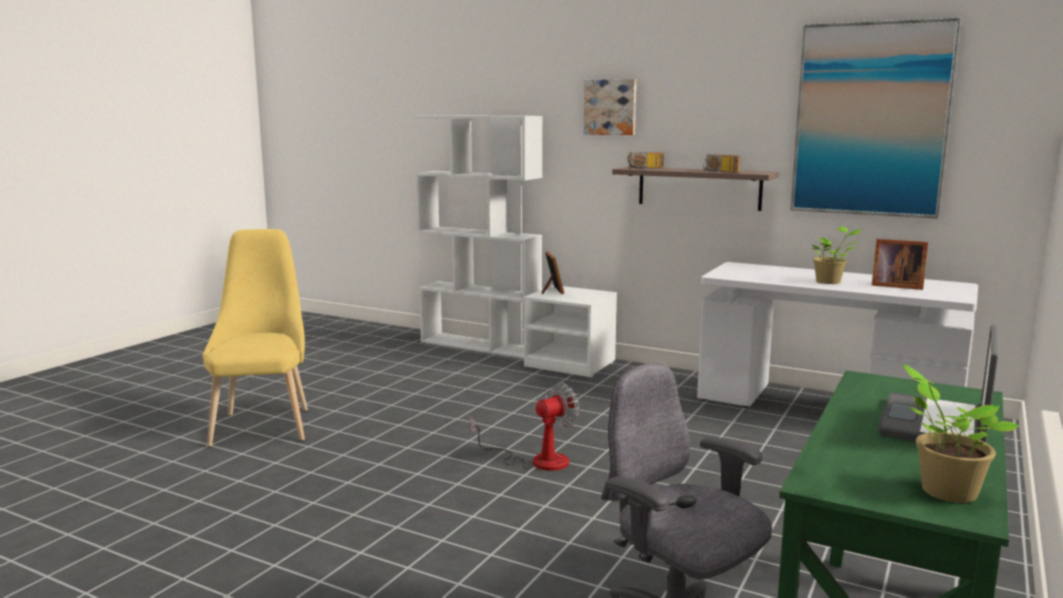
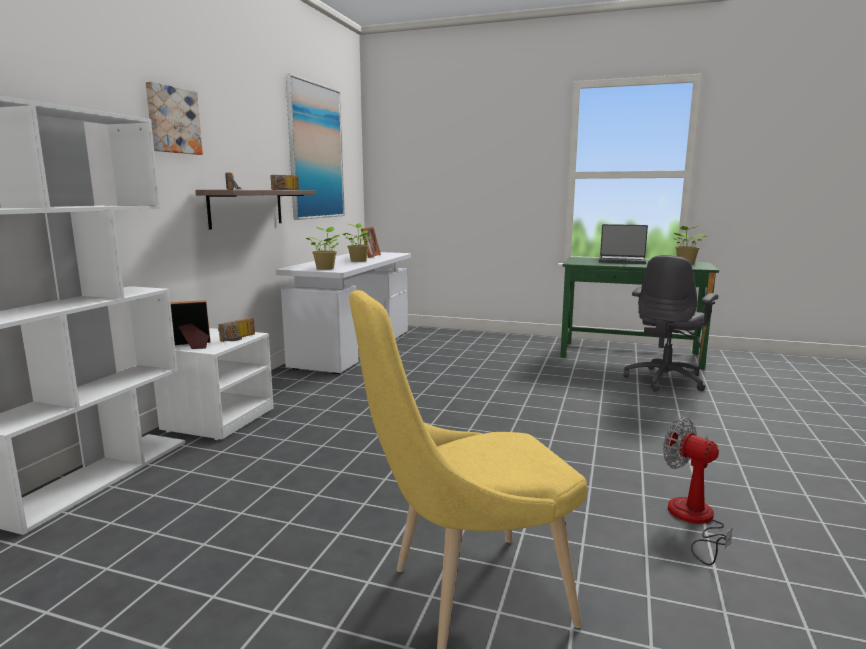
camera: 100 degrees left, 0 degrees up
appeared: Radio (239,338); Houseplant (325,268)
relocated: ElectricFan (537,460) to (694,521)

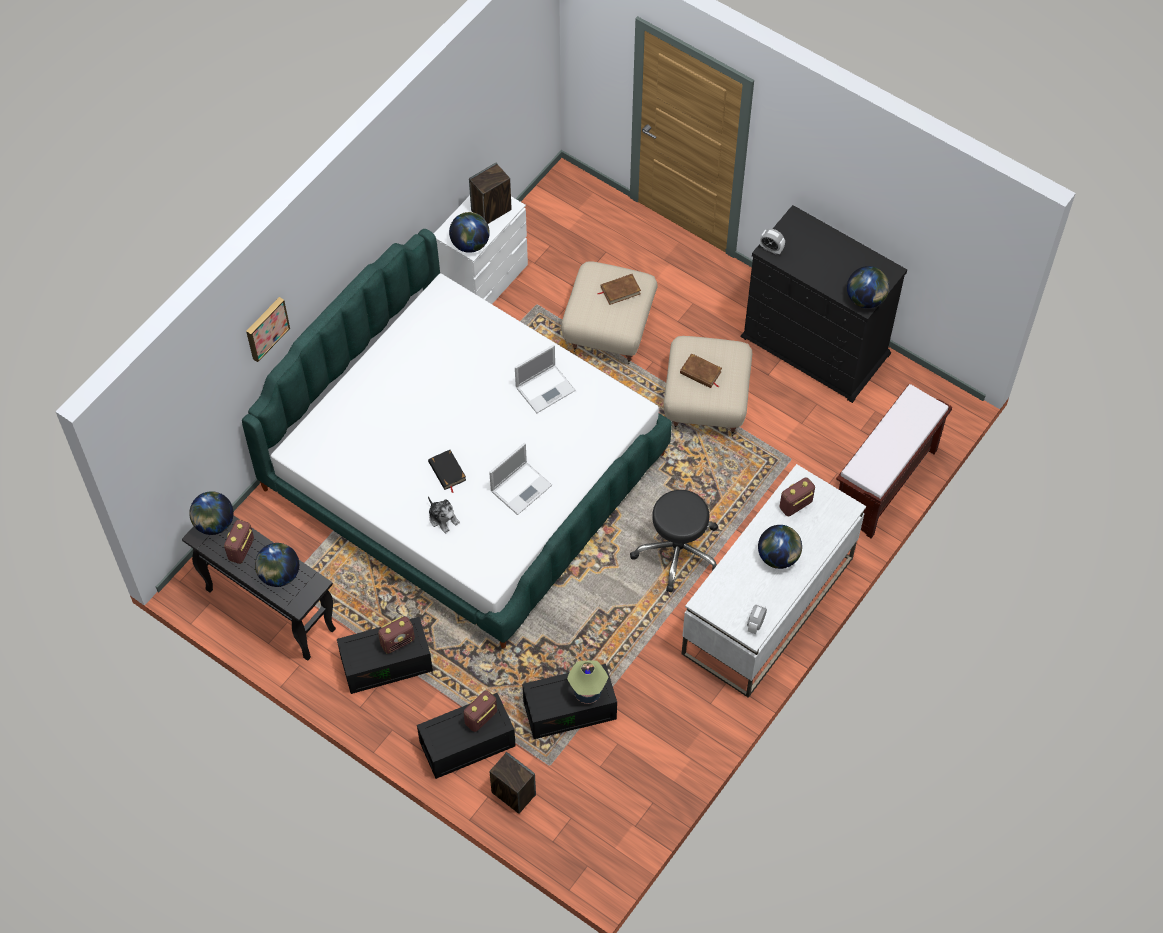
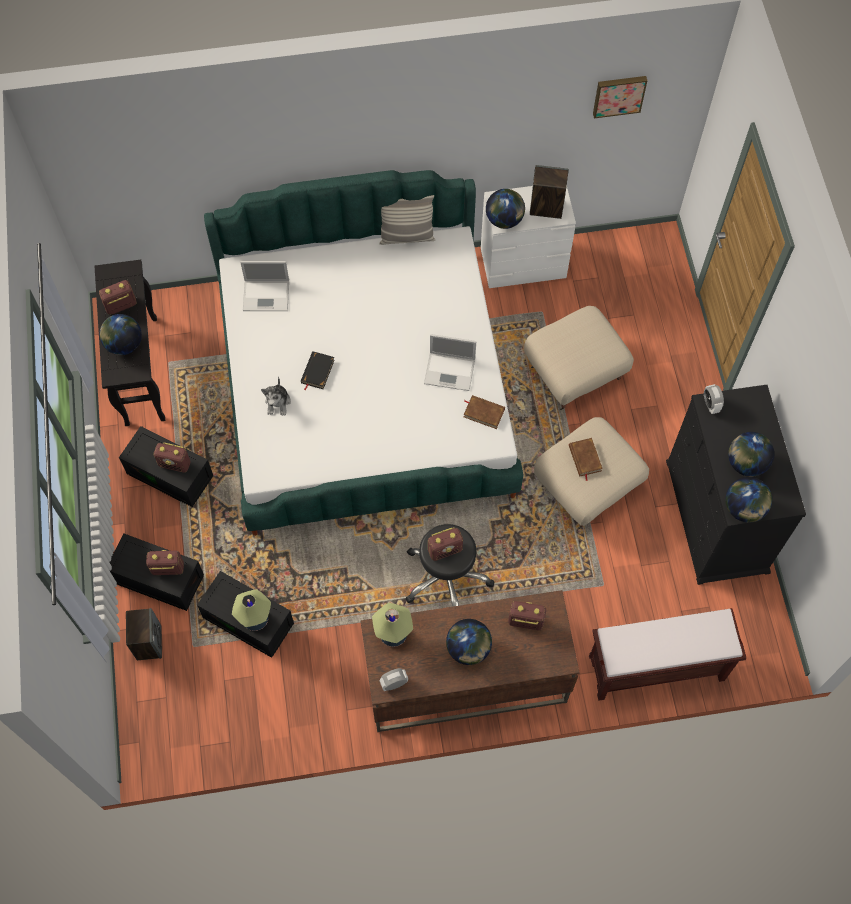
camera: 45 degrees right, 5 degrees up
appeared: TableLamp (393,634); Pillow (407,237); Radio (445,550)
relocated: WorldGlobe (214,523) to (746,463); Picture (266,328) to (619,95); Laptop (522,487) to (267,295); BrownColouredVolume (620,290) to (484,413)
colour: WhiteColouredDesk (767,607) to BrownColouredDesk (464,678)

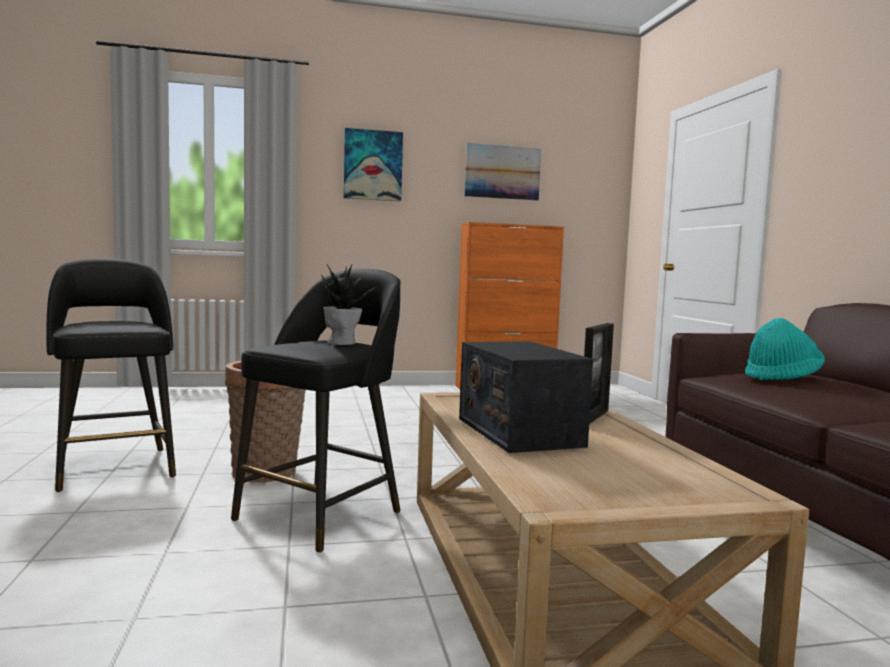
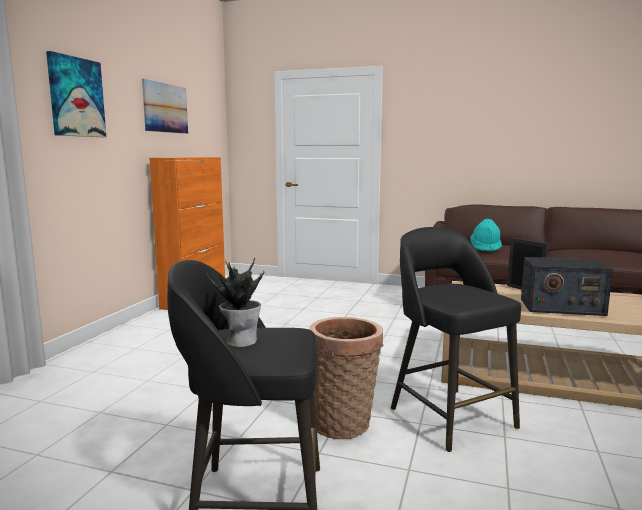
camera: 60 degrees left, 5 degrees up
relocated: Houseplant (342,343) to (241,340)

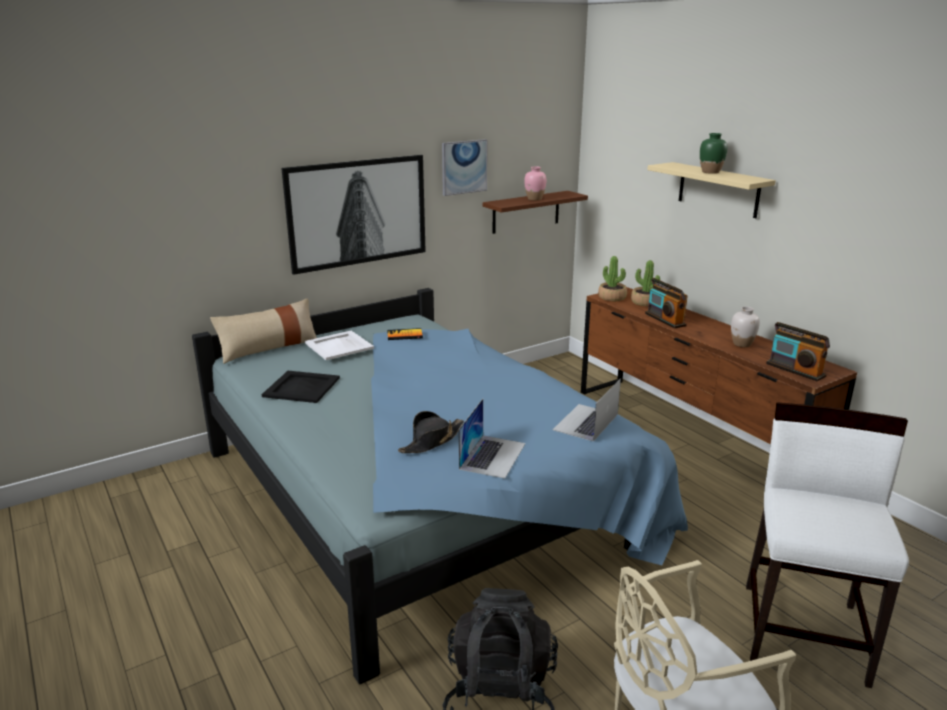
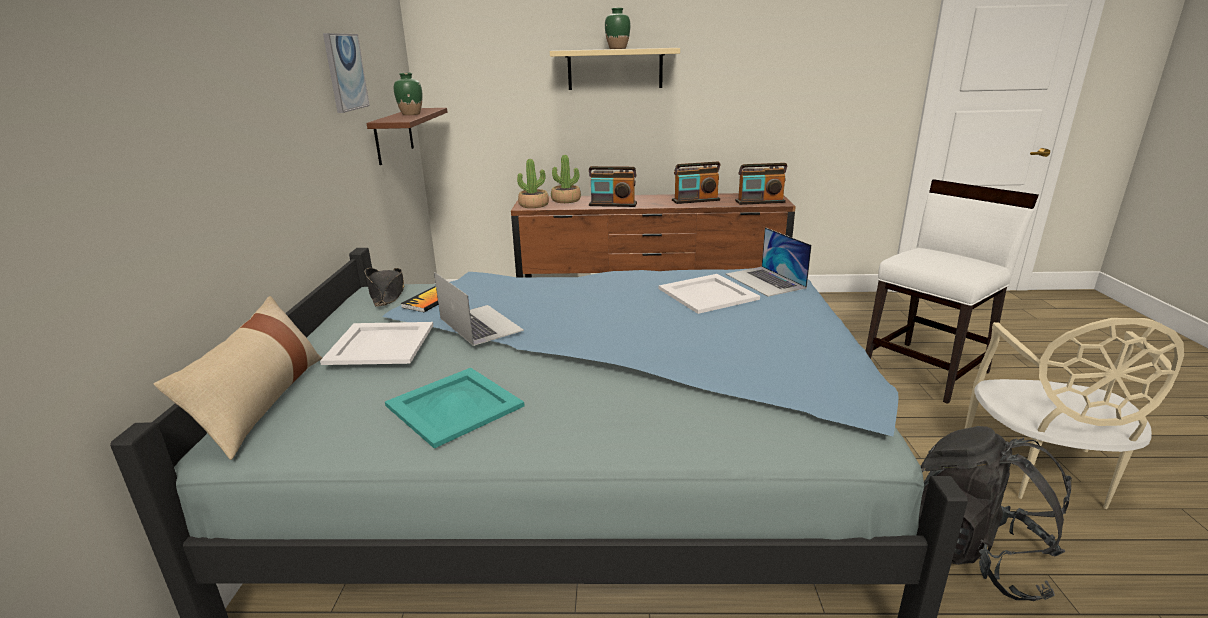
camera: 55 degrees left, 0 degrees up
missing: Picture (358,212)
appeared: WhiteColouredCarryingTray (708,293)
relocated: BlackColouredHat (431,441) to (387,294); Laptop (493,456) to (480,324)
exchanged: WhiteColouredDecorativeVase (742,344) to Radio (695,200)
colour: BlackColouredCarryingTray (301,387) to TurquoiseCarryingTray (454,406); PinkishDecorativeVase (534,199) to GreenColouredDecorativeVase (411,114)
spun: WhiteColouredPlainChair (804,631) = (927,370) 90 degrees clockwise

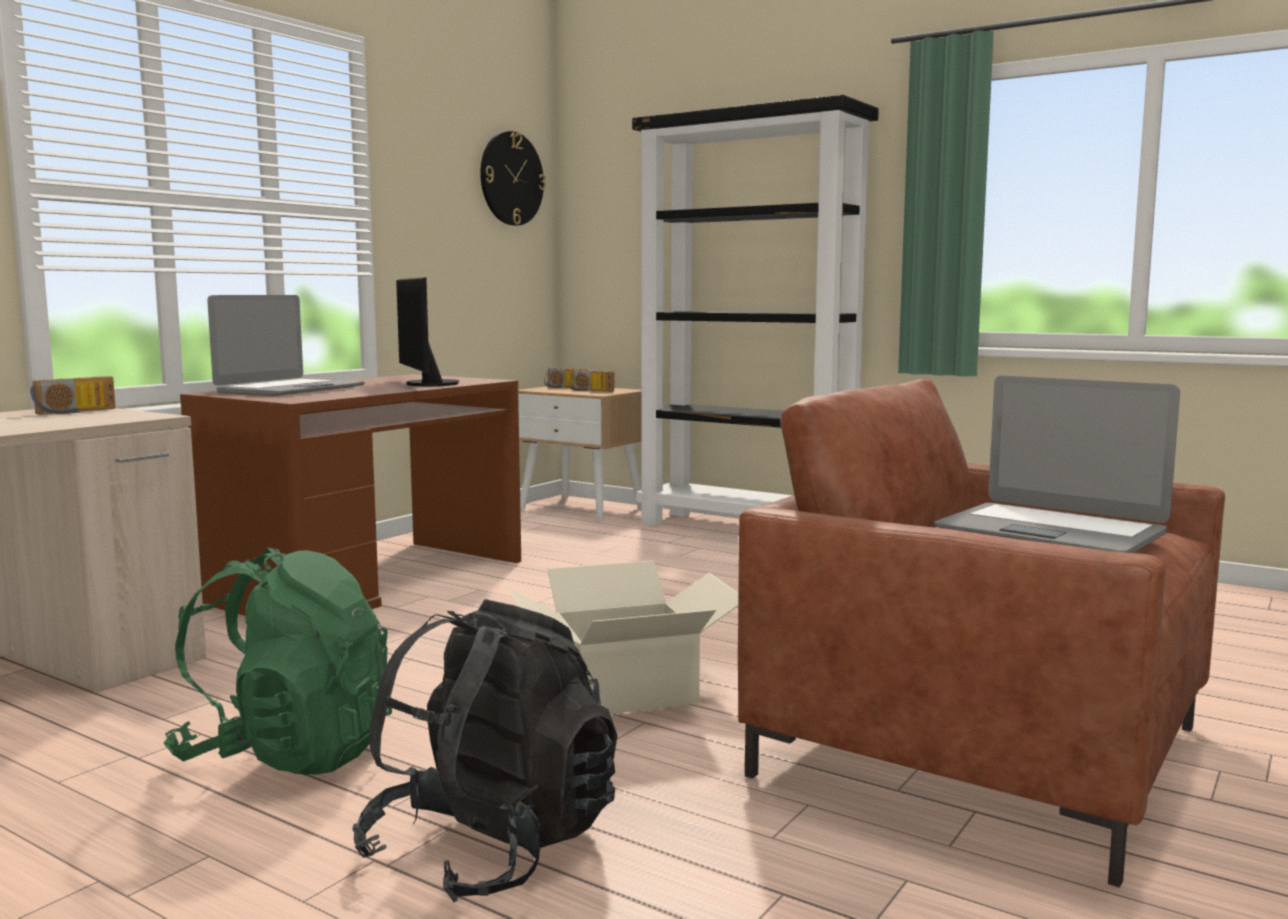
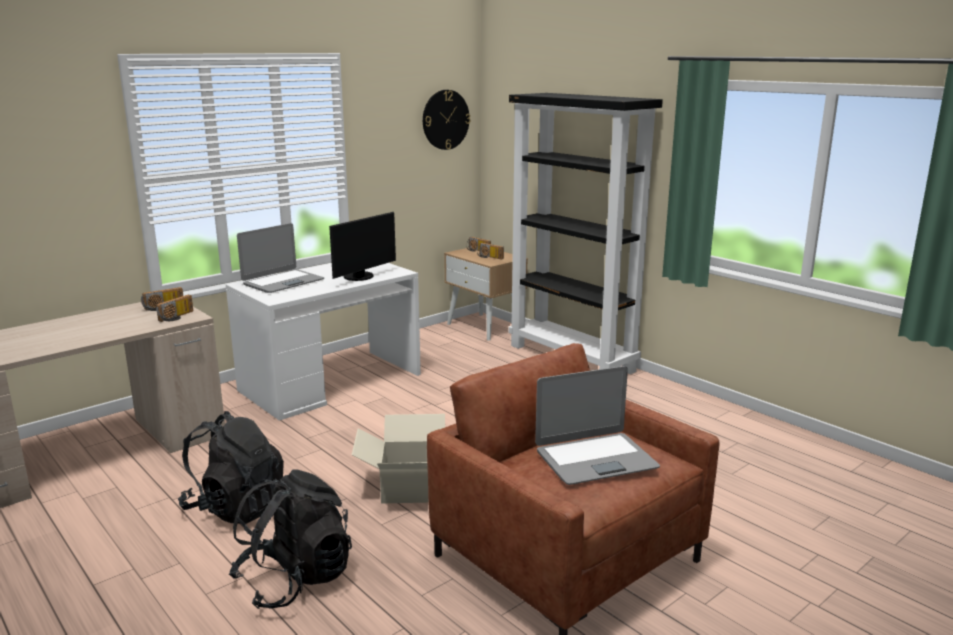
camera: 15 degrees right, 10 degrees up
appeared: Radio (177,317)
colour: GreenColouredKnapsack (288,754) to BlackColouredKnapsack (235,507); BrownColouredDesk (369,580) to WhiteColouredDesk (331,382)
spun: ComputerDisplay (426,384) = (361,277) 135 degrees counterclockwise; Laptop (1051,532) = (595,459) 75 degrees counterclockwise

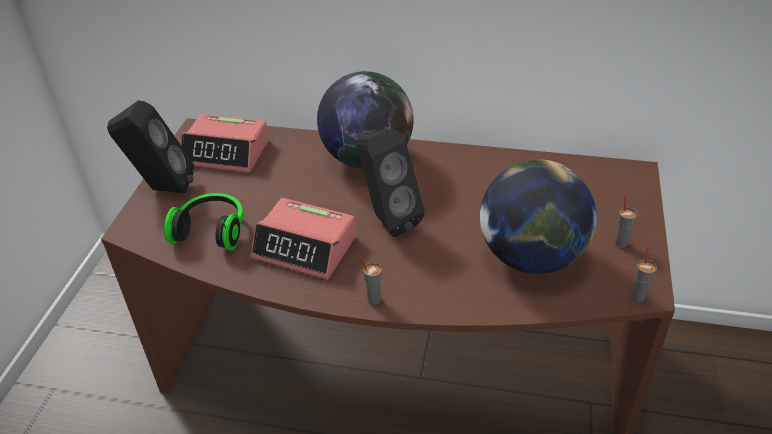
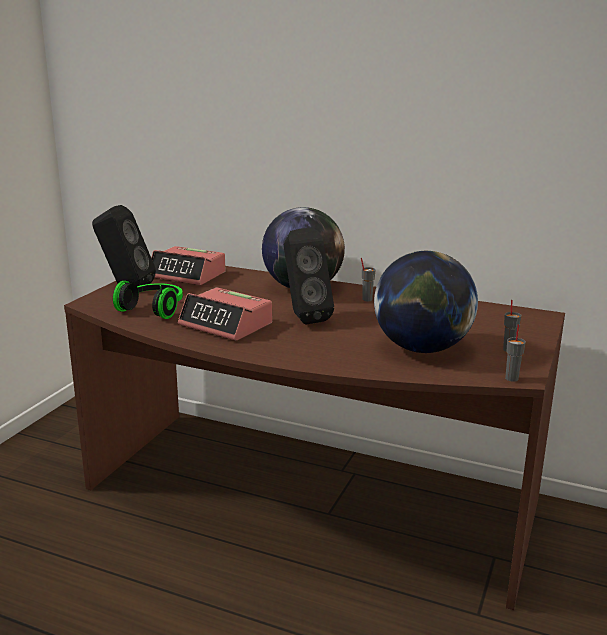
camera: 10 degrees right, 20 degrees down
relocated: GraySmallCup (373,299) to (367,299)

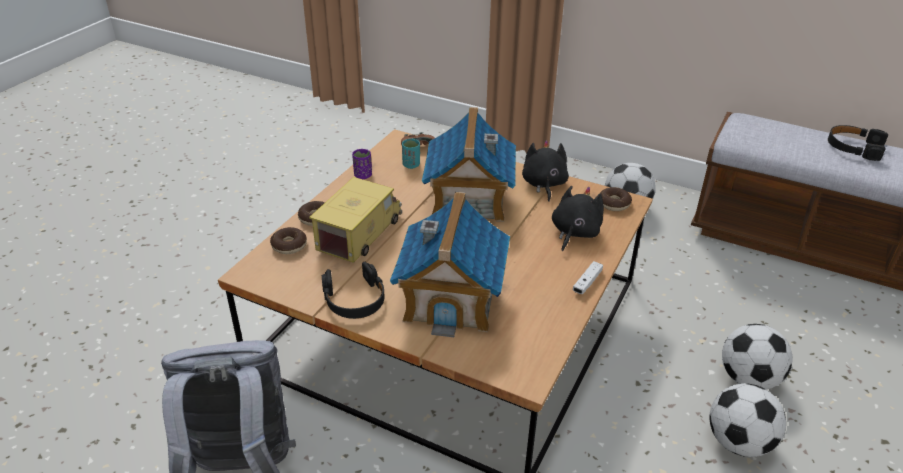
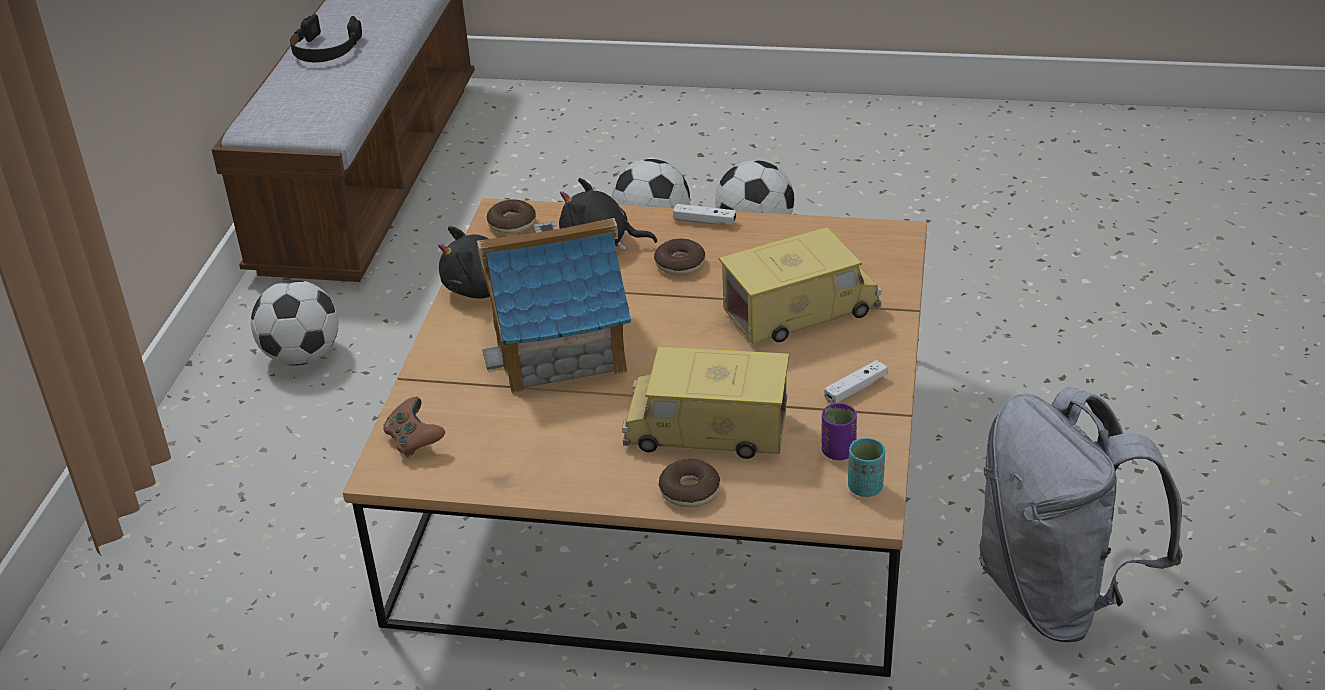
camera: 105 degrees left, 0 degrees up
relocated: Doughnut (289,245) to (680,264); PurpleColouredSmallCup (363,175) to (838,452); TurquoiseSmallCup (411,165) to (865,488)
exchanged: BlackColouredHeadphones (354,299) to WhiteColouredGamepad (855,389); ModelHouse (452,298) to ToyTruck (800,311)

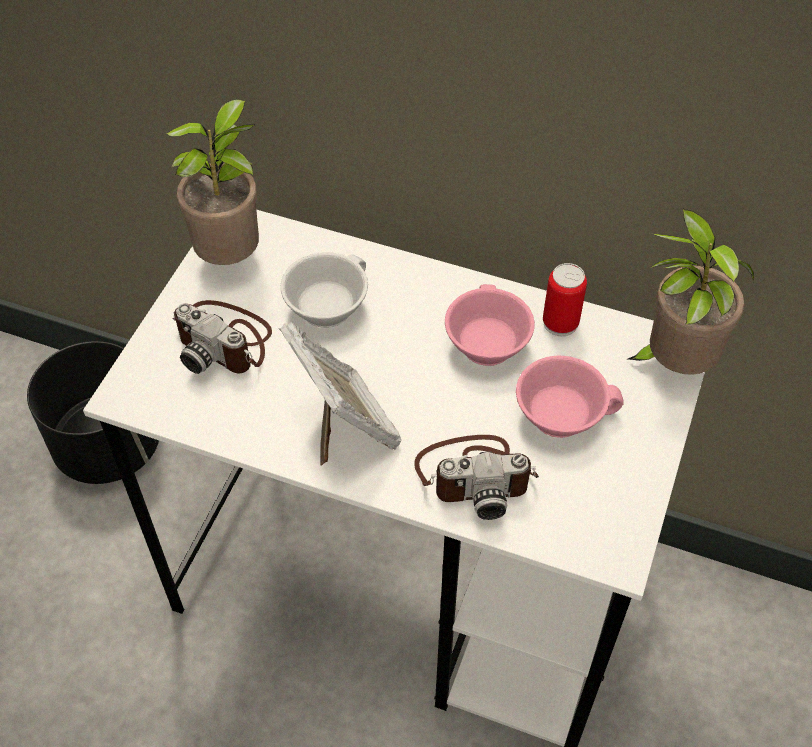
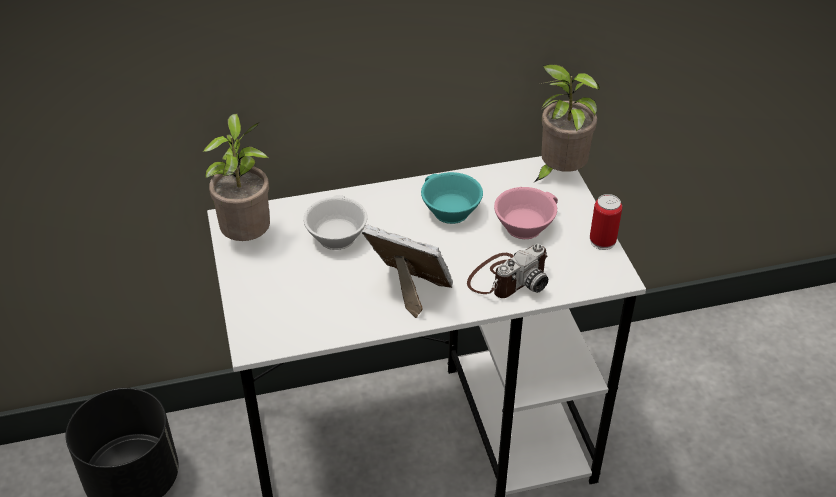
camera: 35 degrees left, 10 degrees down
missing: PhotoCamera (225,340)
relocated: Can (560,323) to (602,241)
colour: PinkishSmallCup (483,343) to TurquoiseSmallCup (448,211)

